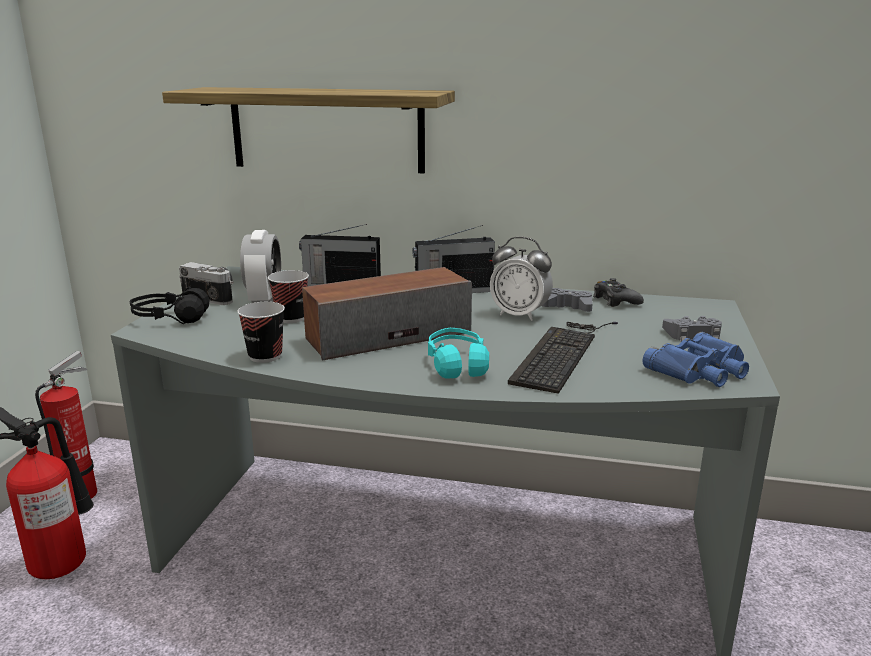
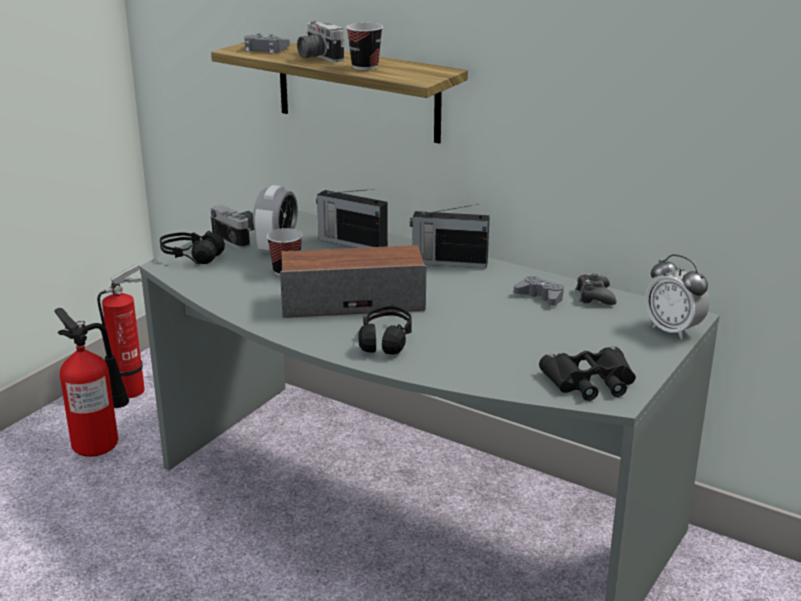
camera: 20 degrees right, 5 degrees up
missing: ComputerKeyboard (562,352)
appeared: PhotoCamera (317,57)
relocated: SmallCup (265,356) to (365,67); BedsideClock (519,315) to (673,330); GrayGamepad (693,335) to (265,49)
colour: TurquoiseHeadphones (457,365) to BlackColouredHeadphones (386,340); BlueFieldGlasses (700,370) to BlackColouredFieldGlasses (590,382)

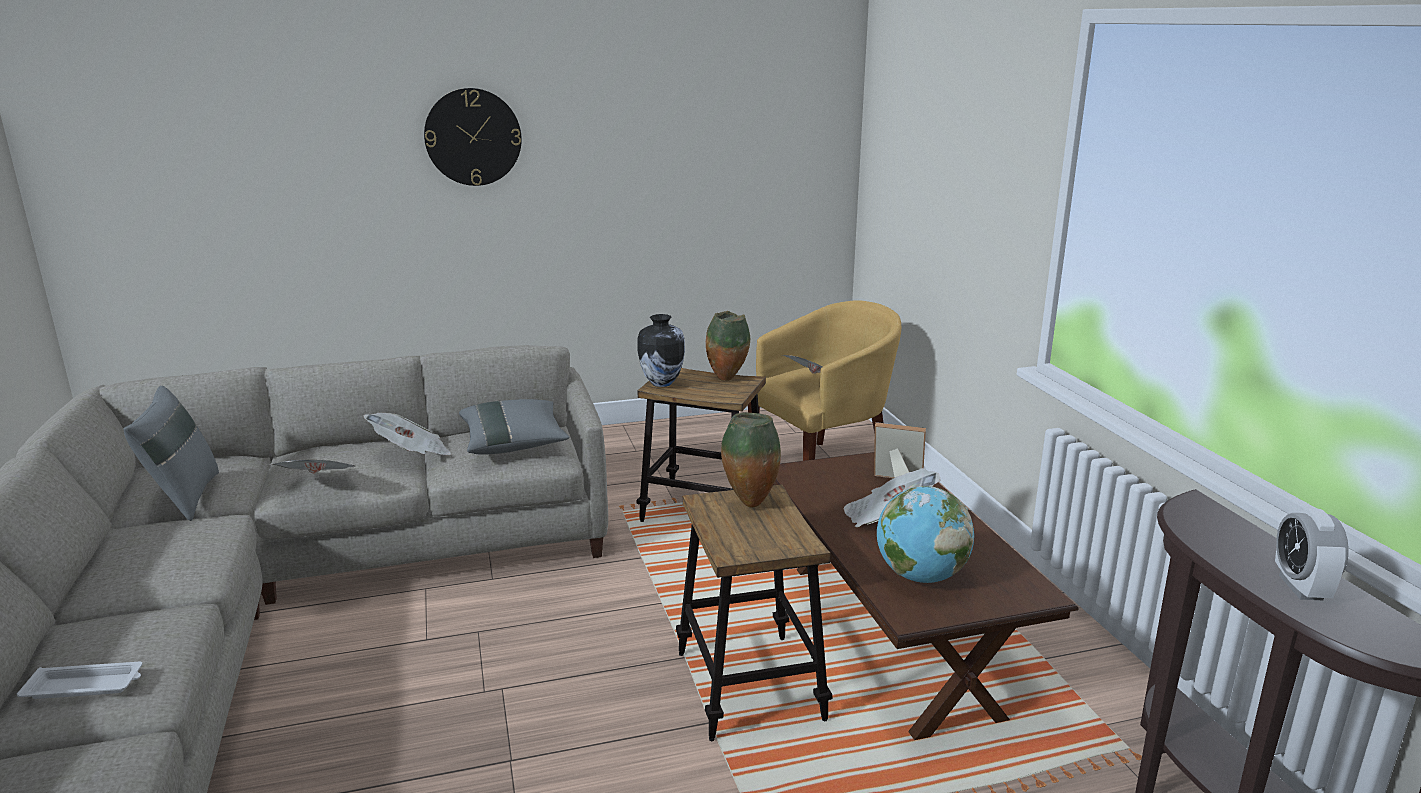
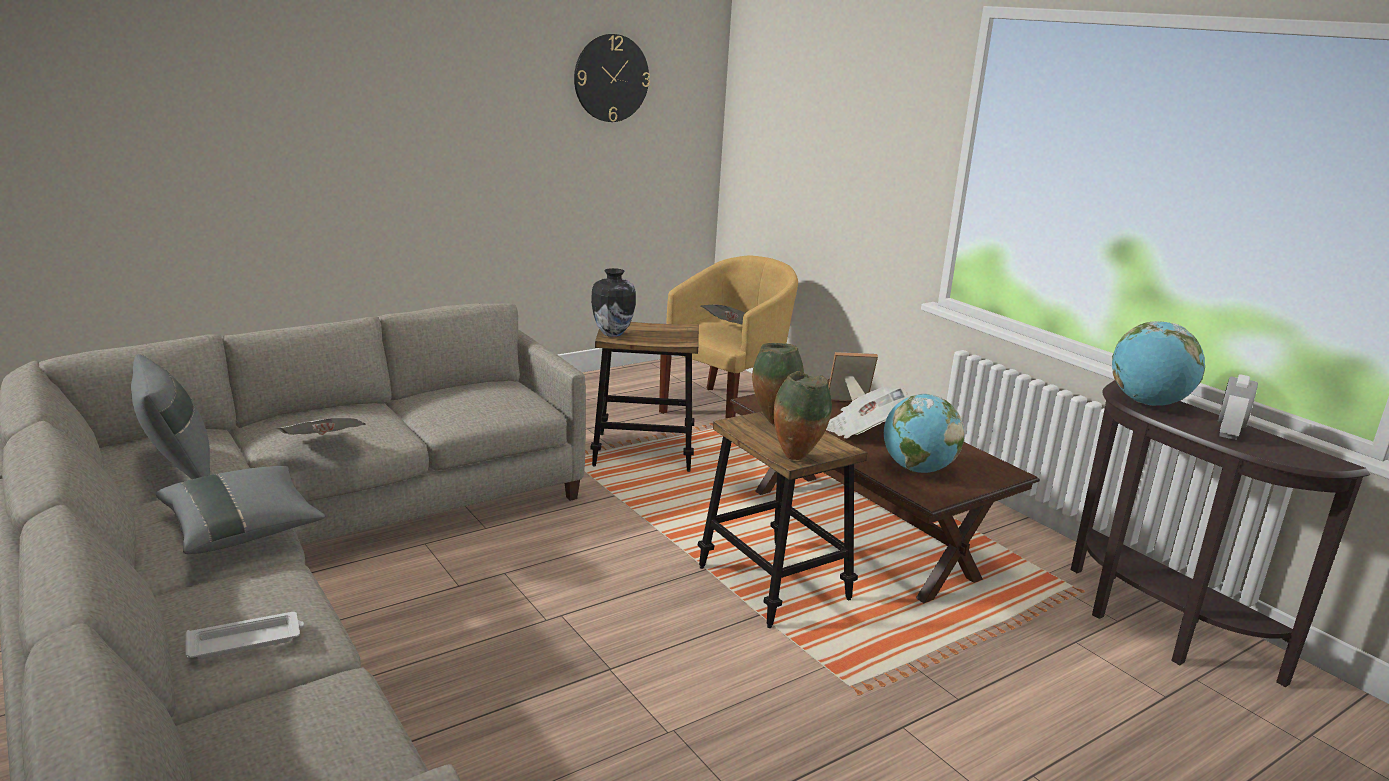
camera: 20 degrees left, 0 degrees up
missing: PrintedPaper (412,454)
appeared: WorldGlobe (1148,403)
relocated: WallClock (473,137) to (611,78); GrayPillow (514,444) to (242,530); DecorativeVase (727,379) to (797,457)
spun: BedsideClock (1300,587) = (1229,433) 45 degrees clockwise

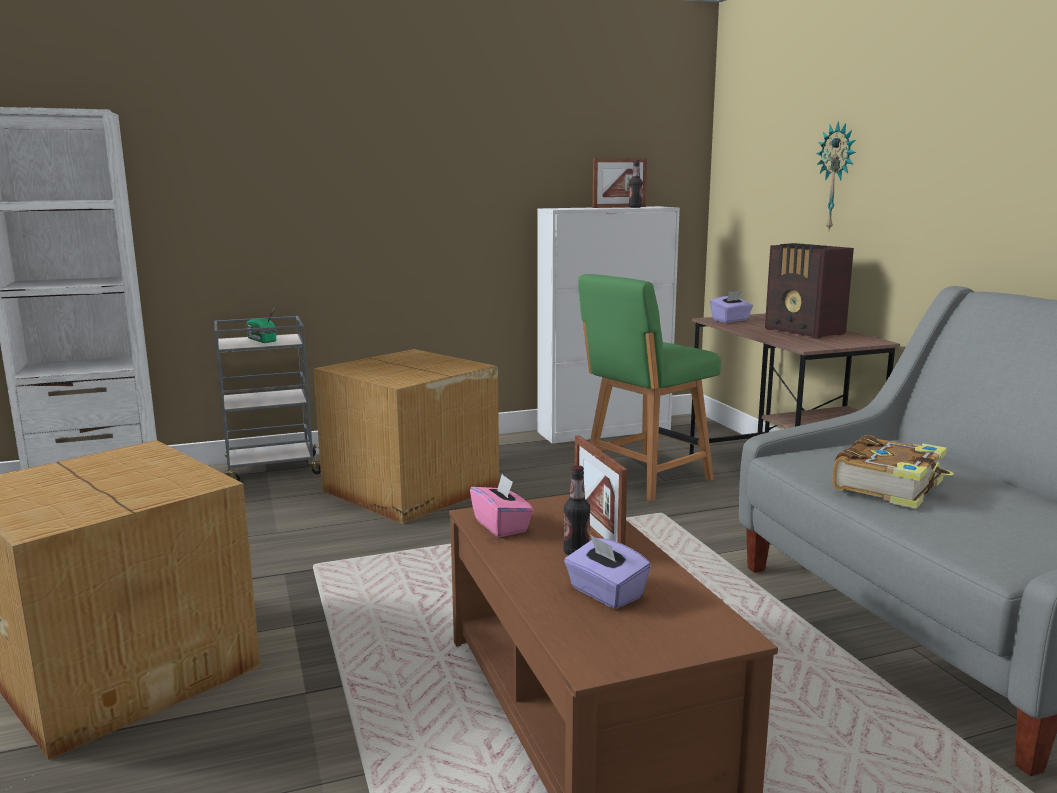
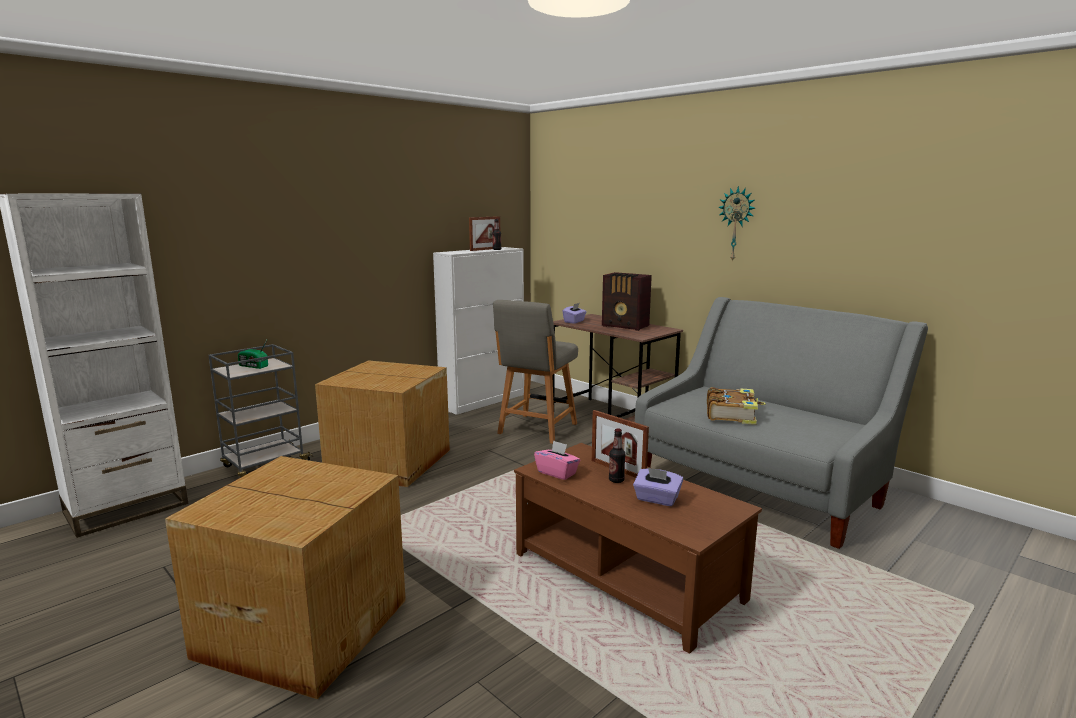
camera: 25 degrees left, 0 degrees up
relocated: WallClock (837,177) to (736,224)
colour: GreenColouredPlainChair (644,479) to GrayPlainChair (536,429)

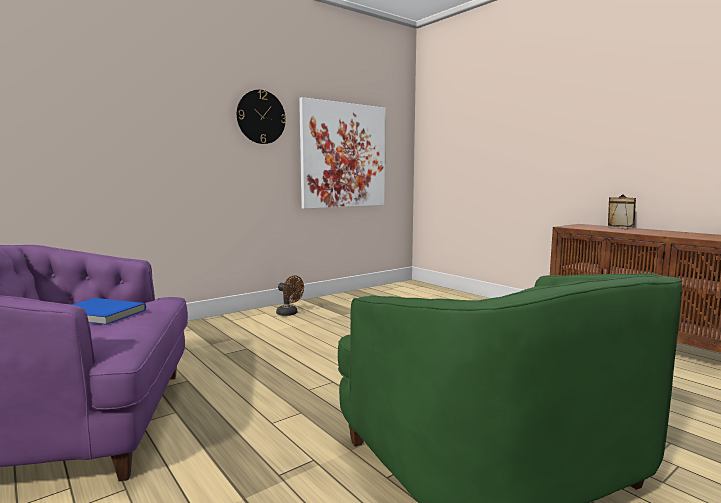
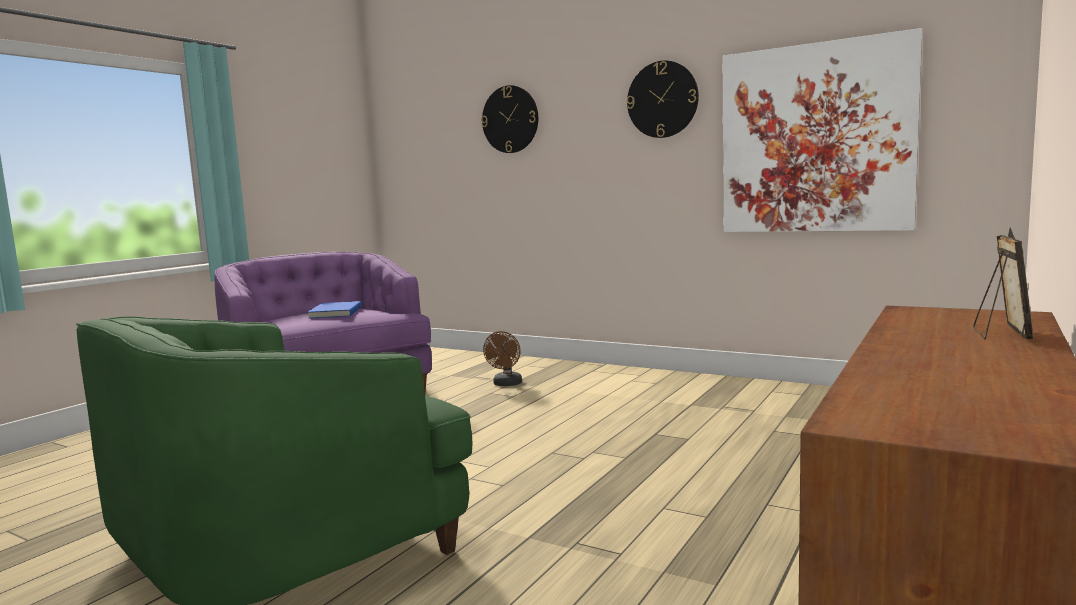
camera: 70 degrees right, 0 degrees up
appeared: WallClock (510,119)
relocated: BrownColouredElectricFan (289,314) to (506,384)

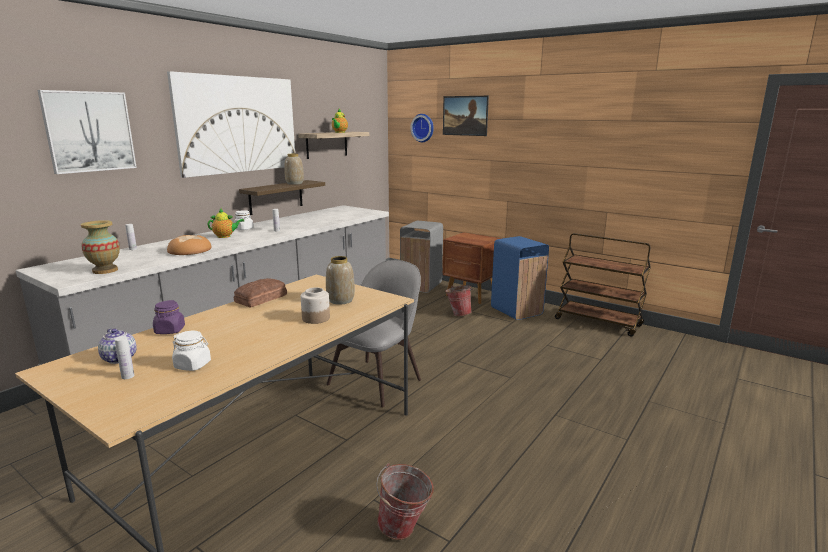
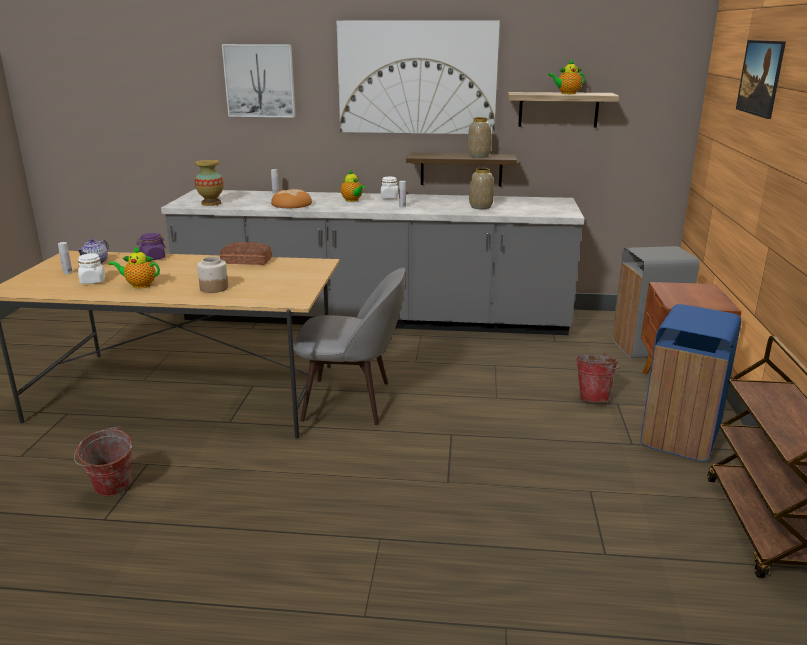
camera: 60 degrees right, 5 degrees up
missing: WallClock (423,128)
appeared: Teapot (139,285)
relocated: DecorativeVase (341,300) to (481,207)

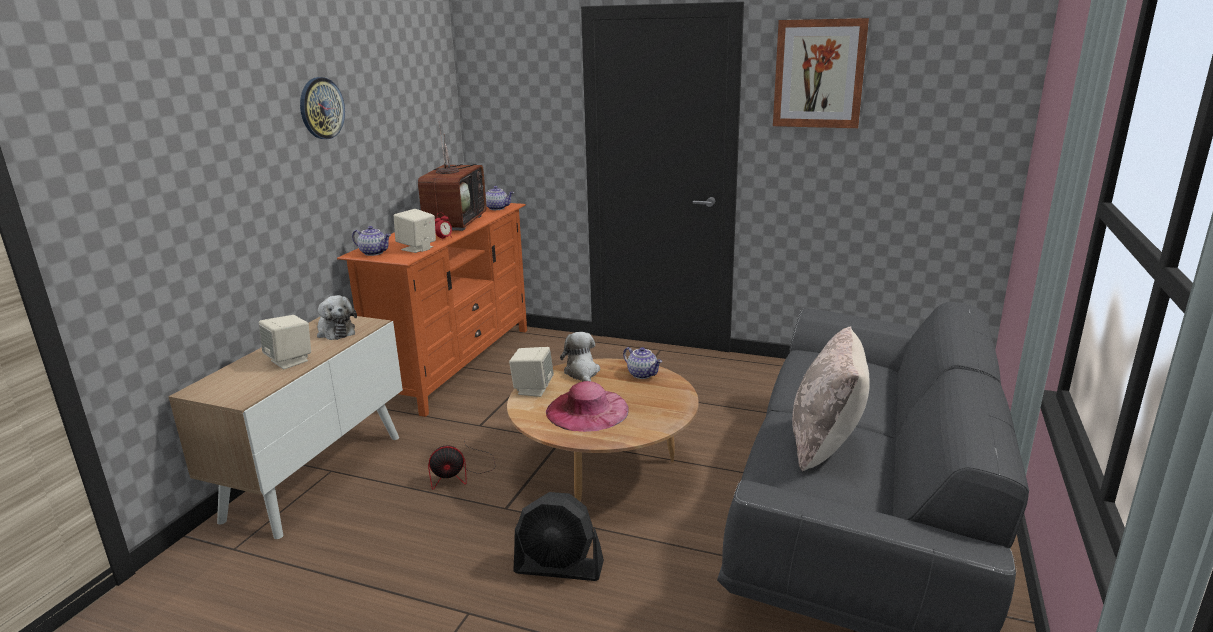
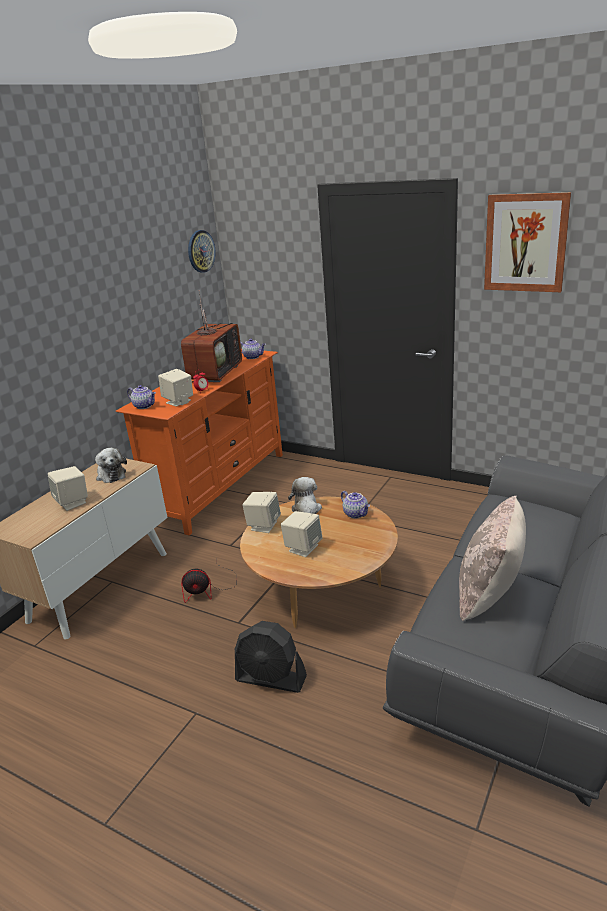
camera: 10 degrees right, 5 degrees up
relocated: WallClock (321,108) to (200,251)
exchanged: PinkishHat (587,410) to SandColouredAudioSpeaker (303,548)

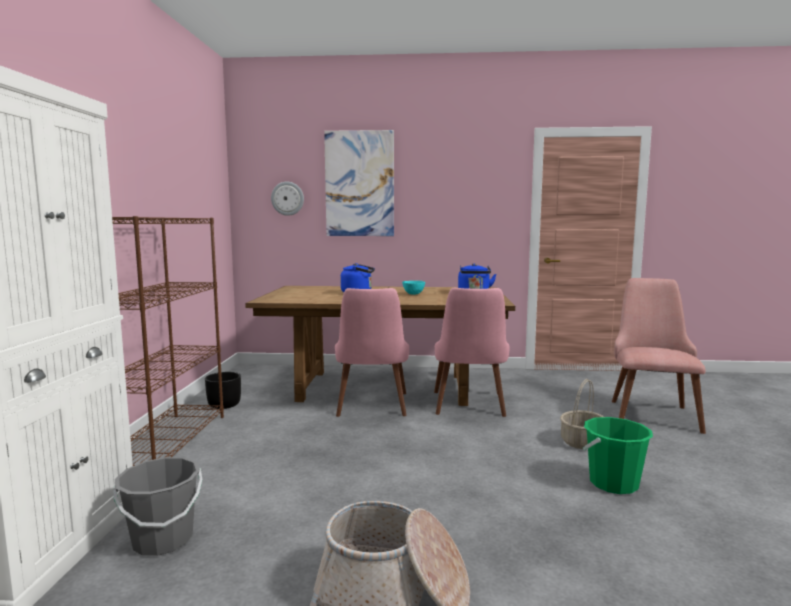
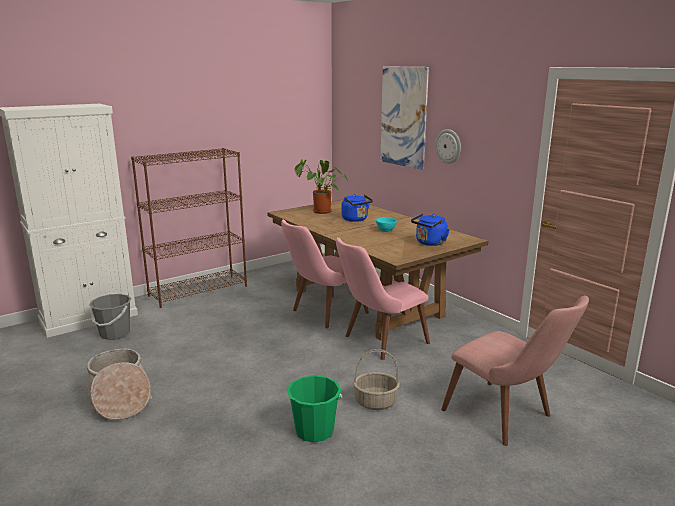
camera: 50 degrees right, 10 degrees up
missing: BlackColouredPlantPot (224,405)
appeared: Houseplant (319,212)
relocated: WallClock (287,198) to (448,146)
spun: PinkishPlainChair (650,411) = (508,418) 75 degrees clockwise

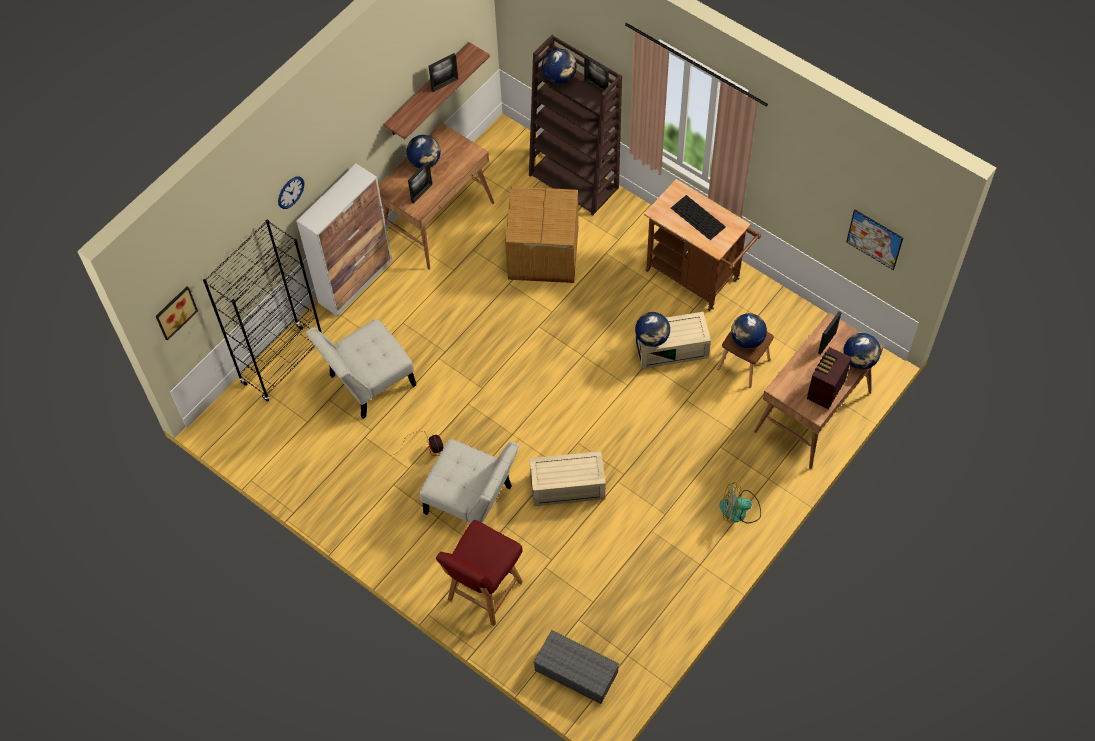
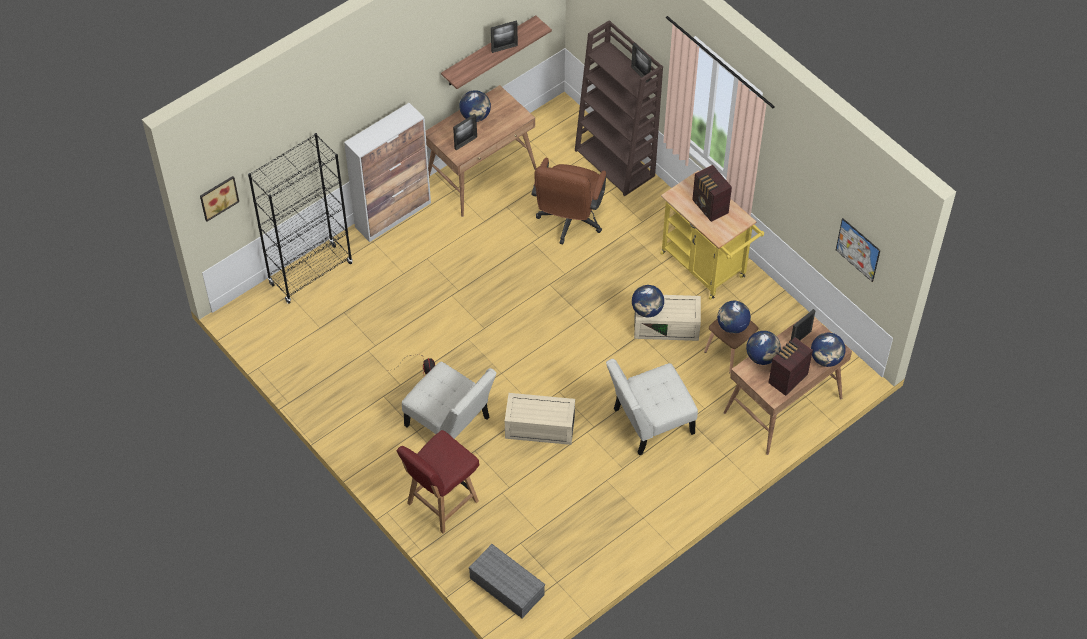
camera: 10 degrees right, 5 degrees down
missing: WallClock (290,192); ElectricFan (739,511)
relocated: WhiteColouredPlainChair (368,383) to (649,423); WorldGlobe (559,77) to (762,357)
exchanged: CardboardBox (542,254) to BrownColouredOfficeChair (569,222); ComputerKeyboard (698,217) to Radio (710,207)
colour: BrownColouredWheeledCart (697,277) to YellowColouredWheeledCart (706,268)

